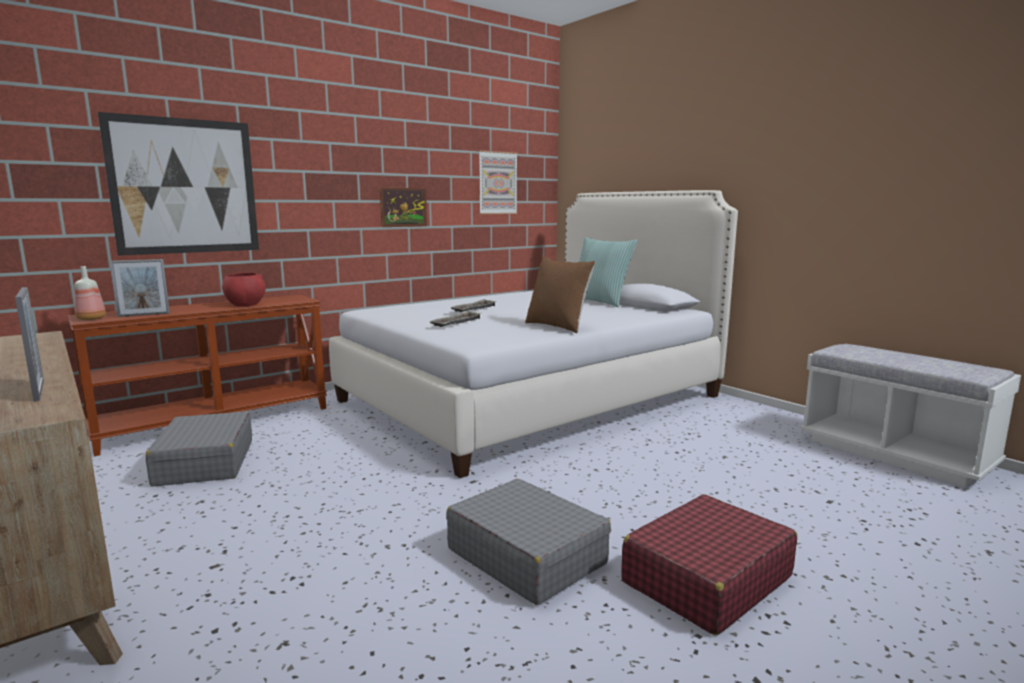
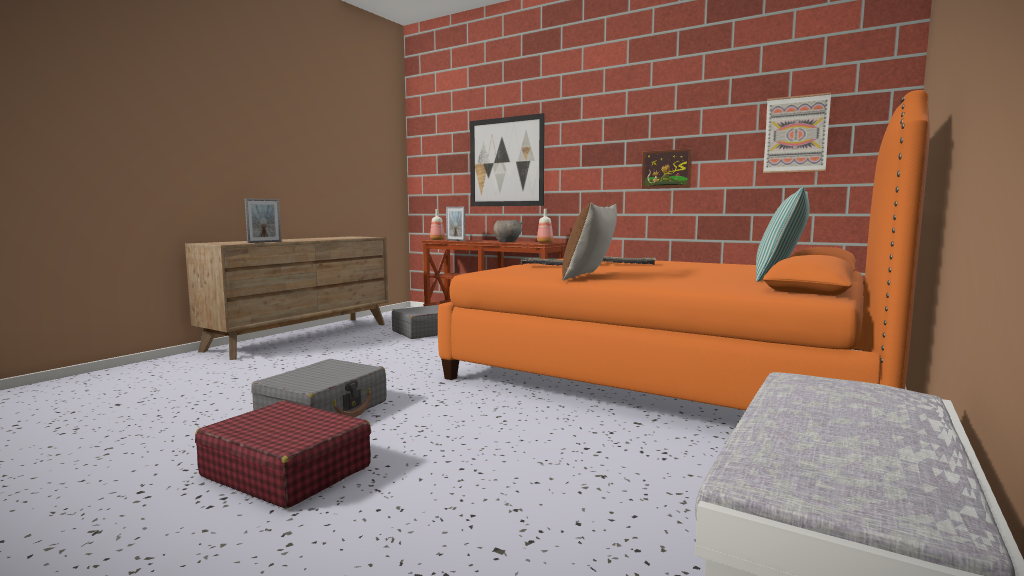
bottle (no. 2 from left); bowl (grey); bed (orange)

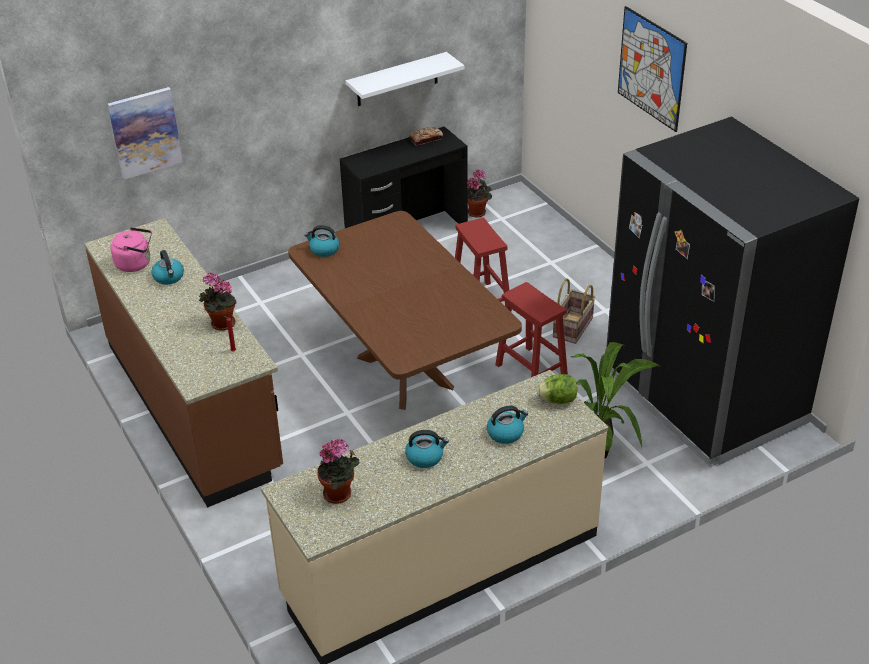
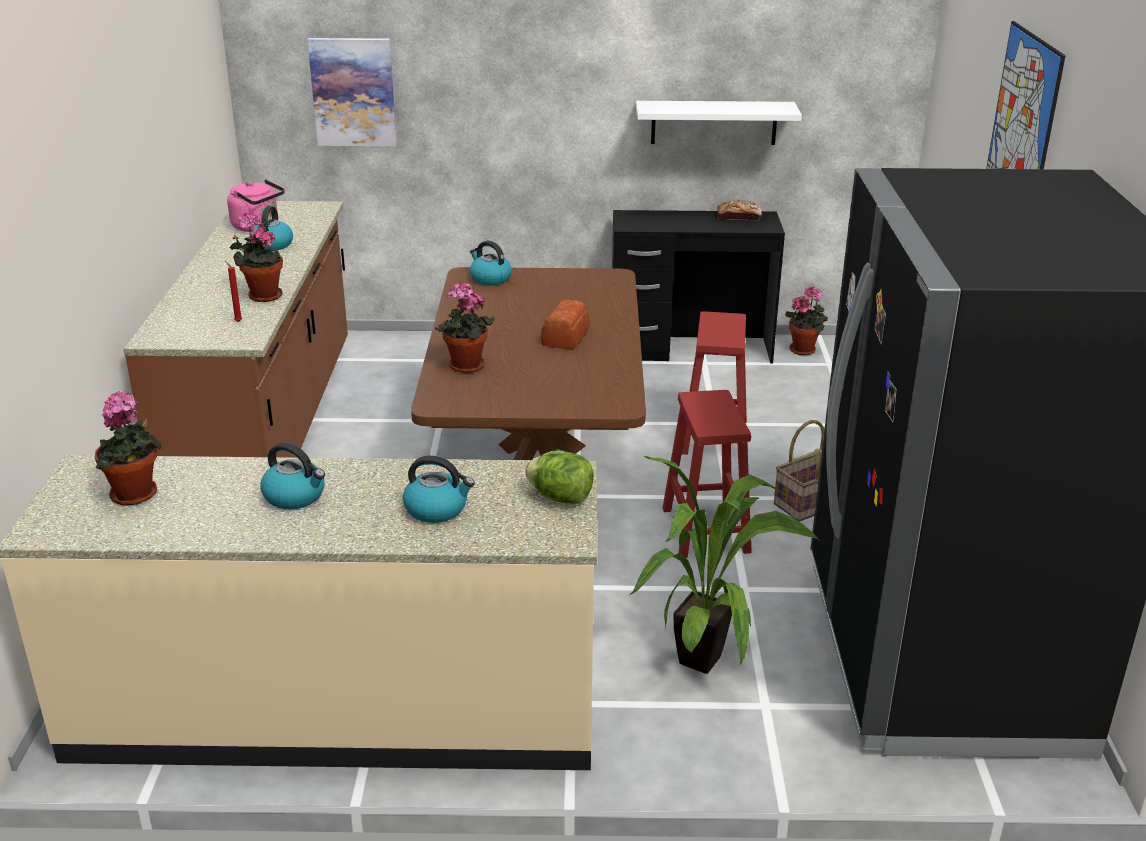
potted plant (no. 3 from left); bread (no. 1 from left)

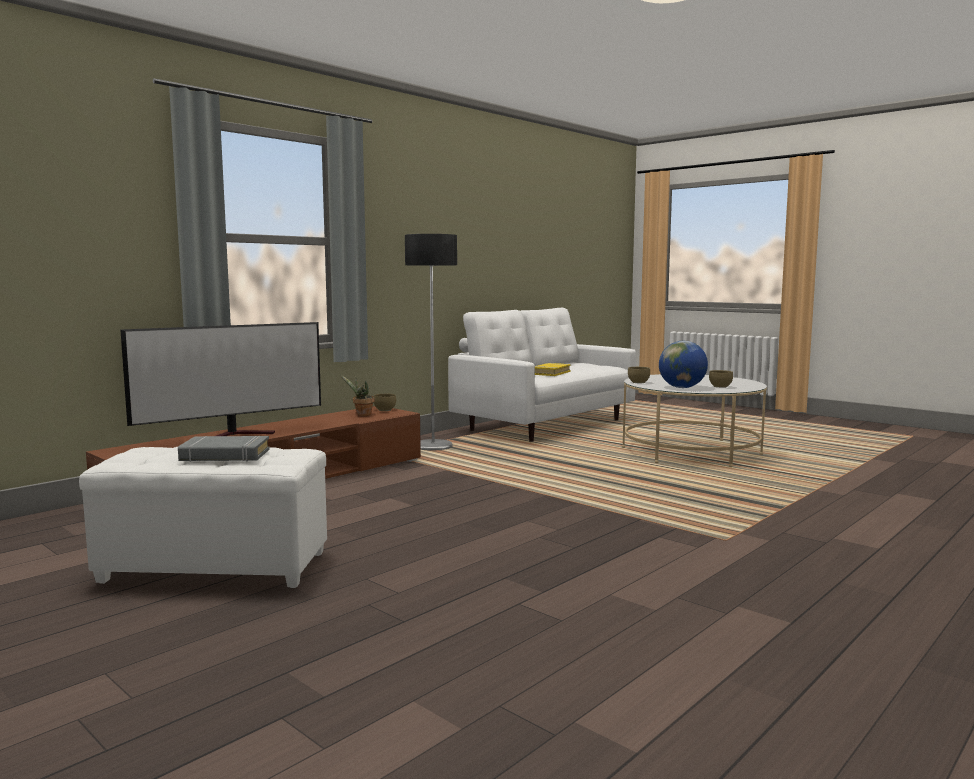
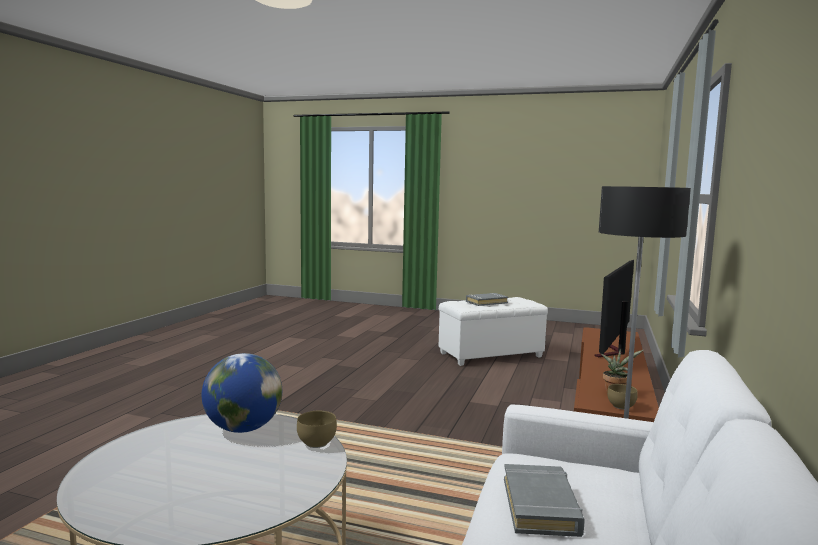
bowl (brown) (no. 3 from left in the first image); book (grey) (no. 2 from left)

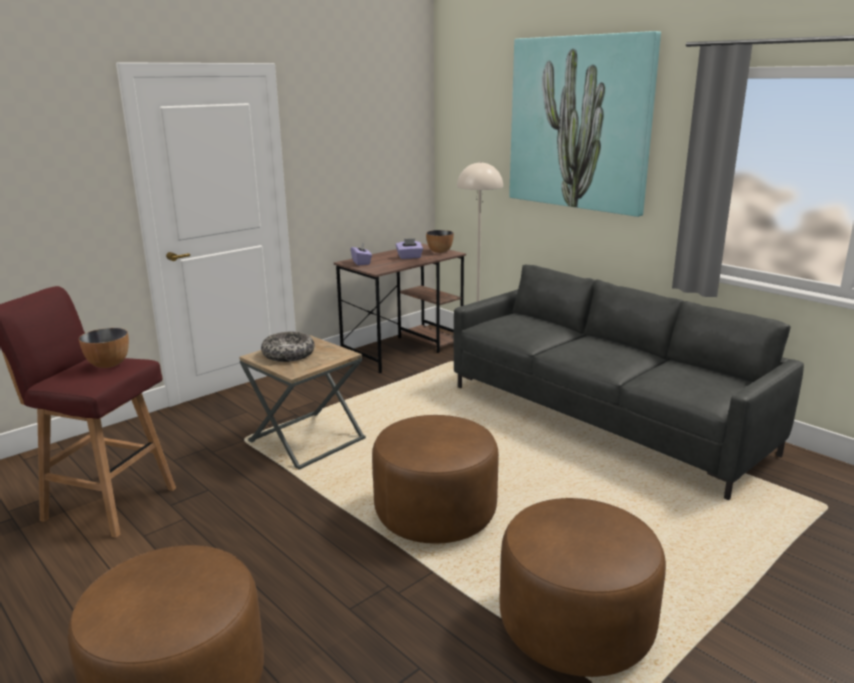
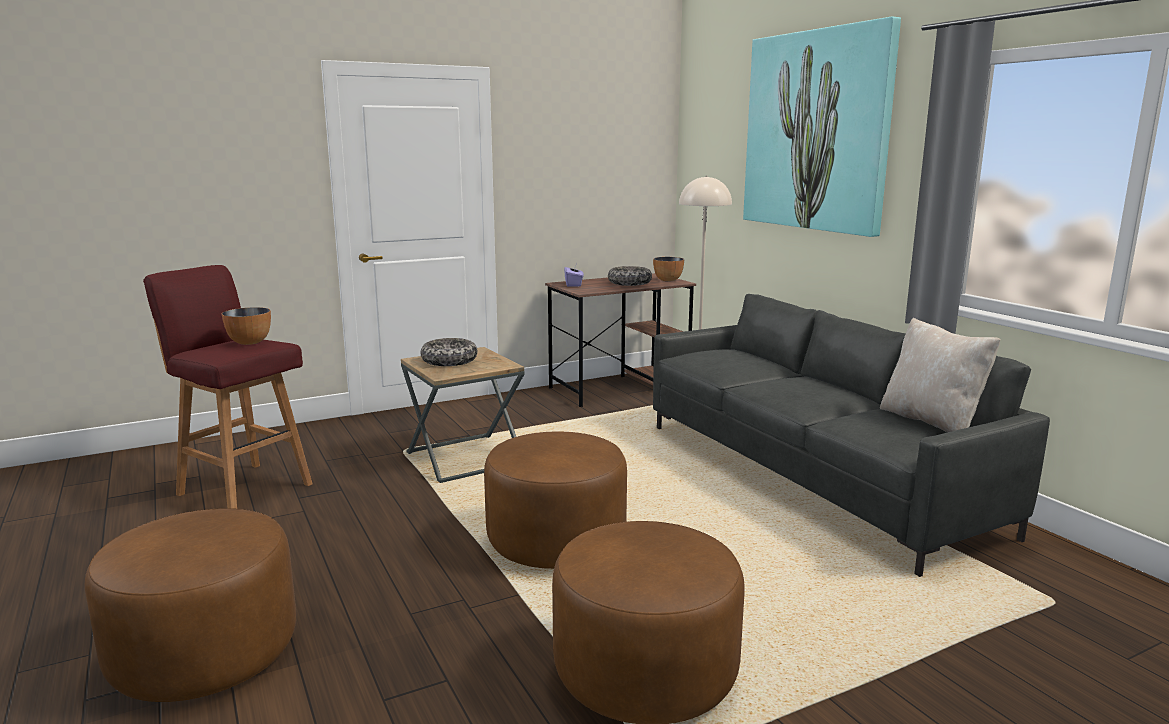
pillow (beige); bowl (no. 3 from left)

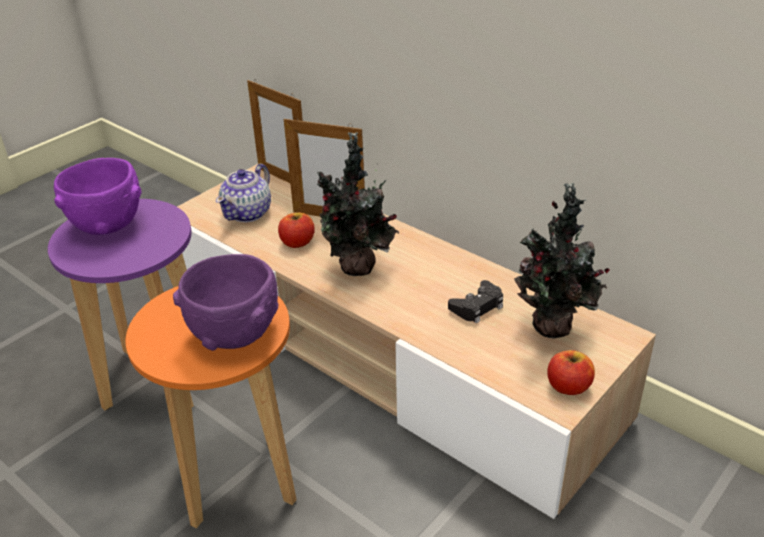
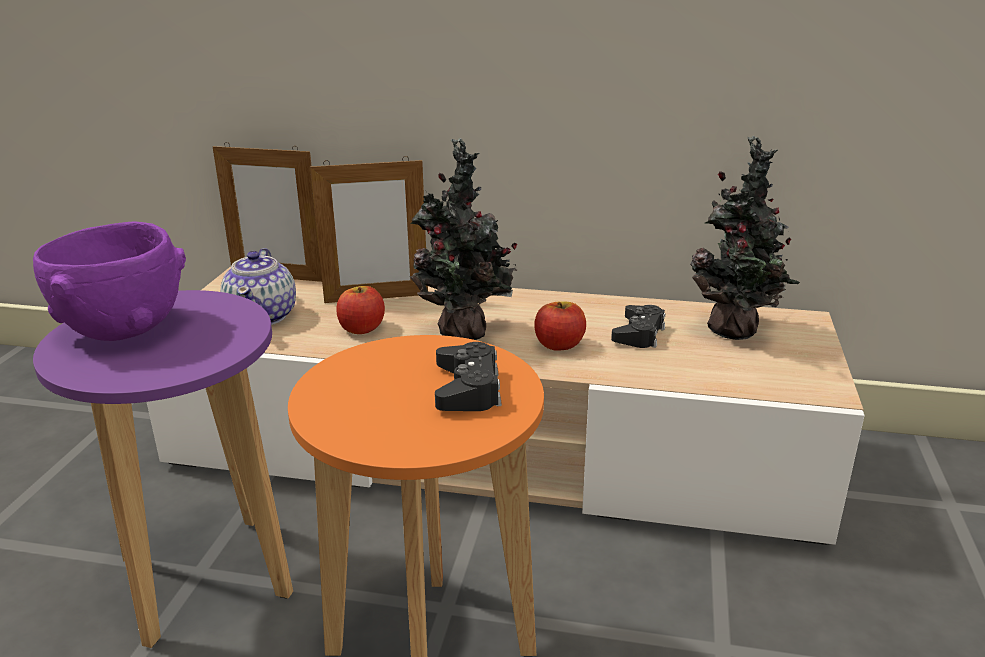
apple (no. 2 from left); game controller (black) (no. 1 from left)

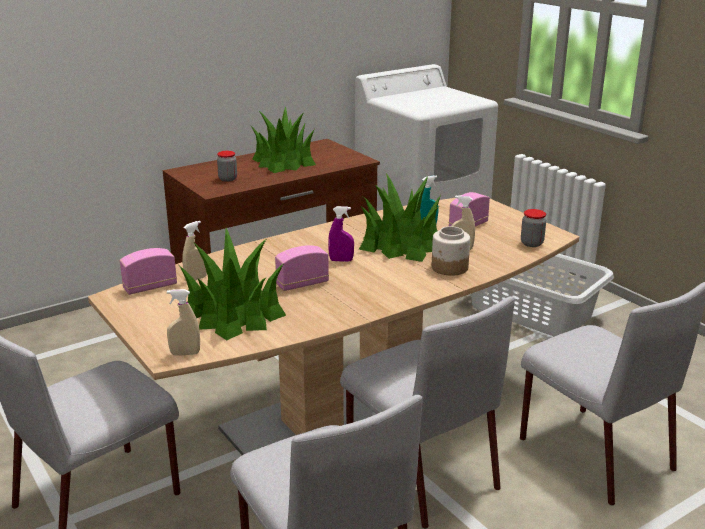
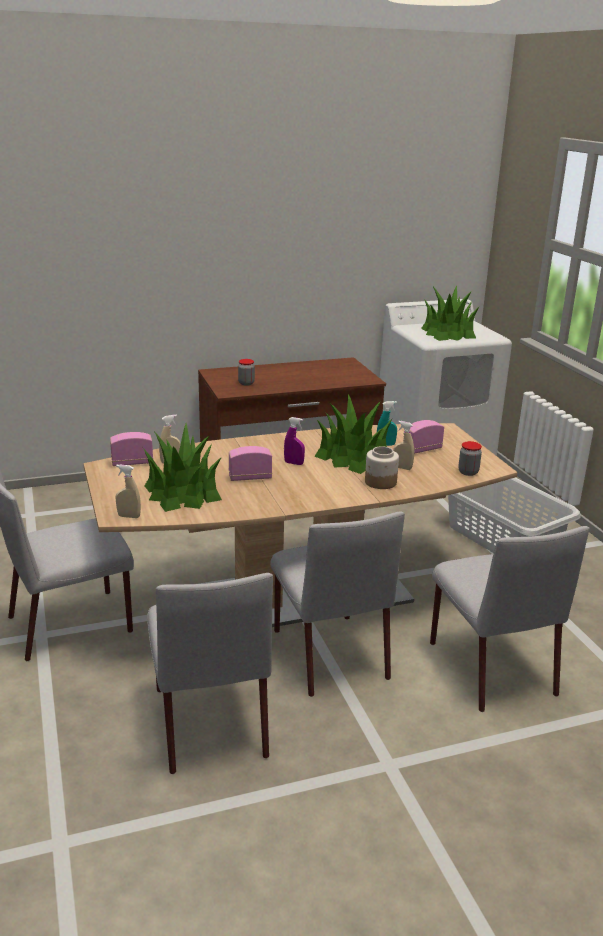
potted plant (no. 3 from left)

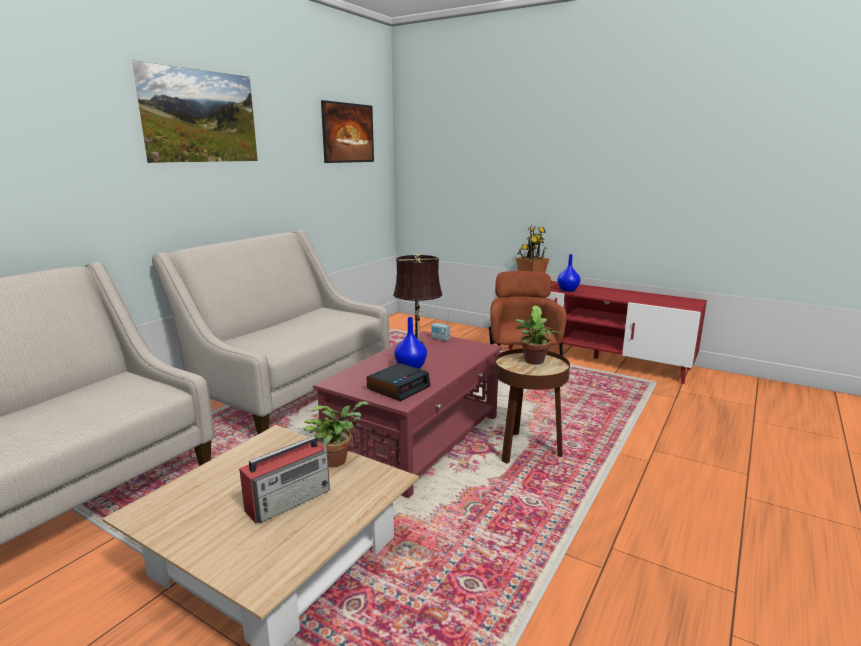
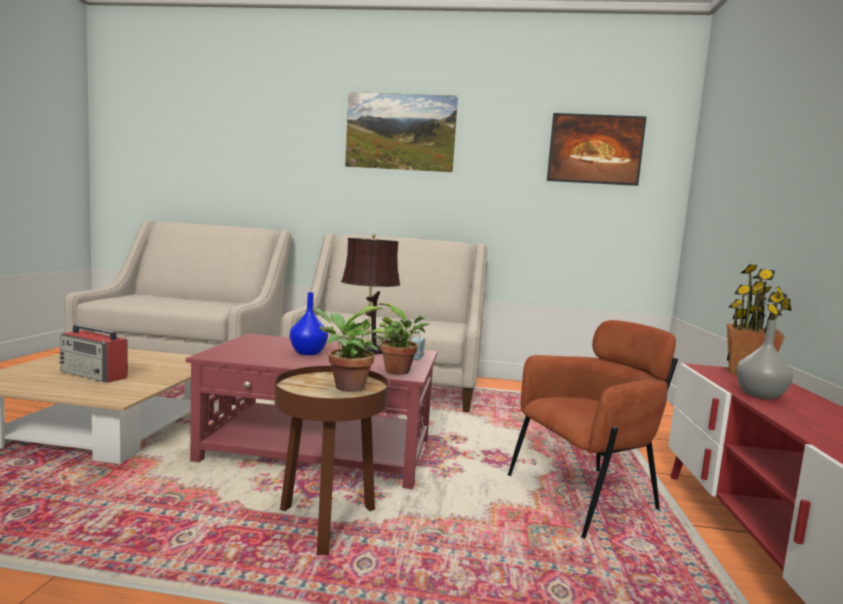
alarm clock; potted plant (no. 2 from left); vase (grey)

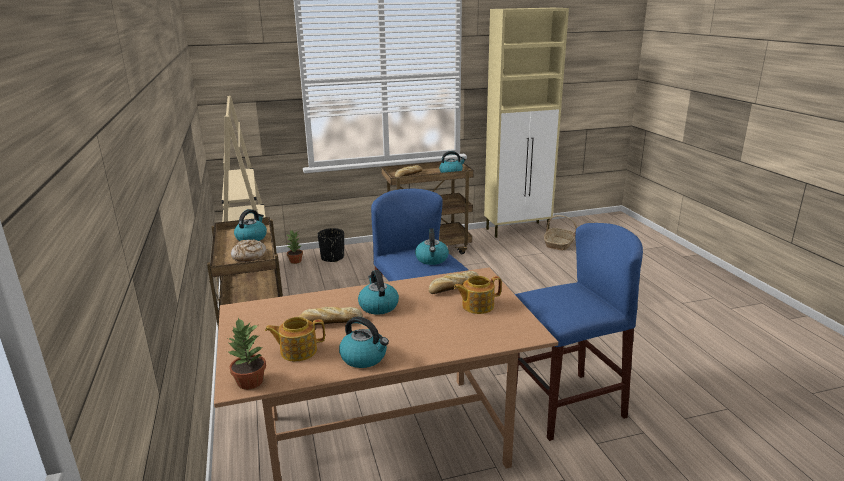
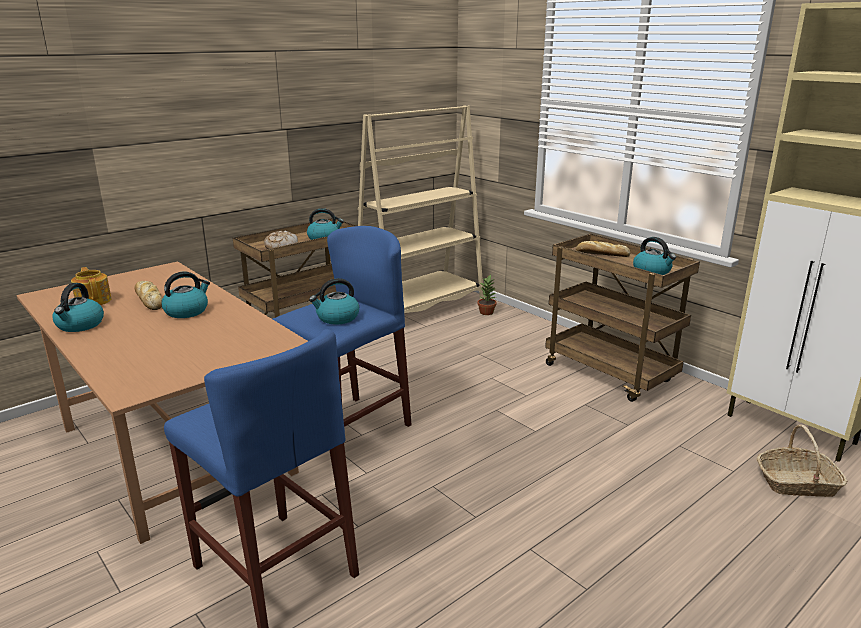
potted plant (no. 1 from left in the first image); planter (black); bread (no. 4 from left in the first image); teapot (no. 2 from left in the first image)

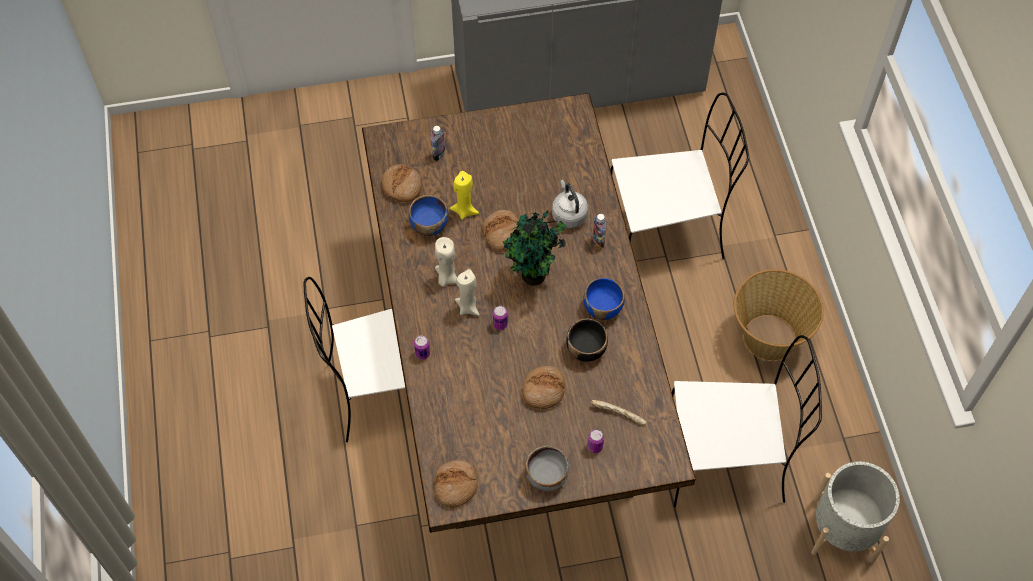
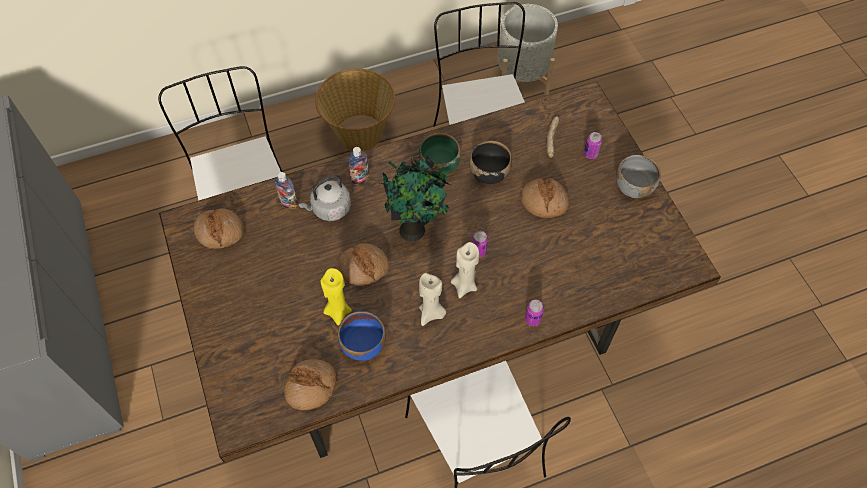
bottle (no. 1 from left); bread (no. 1 from left); bowl (green)

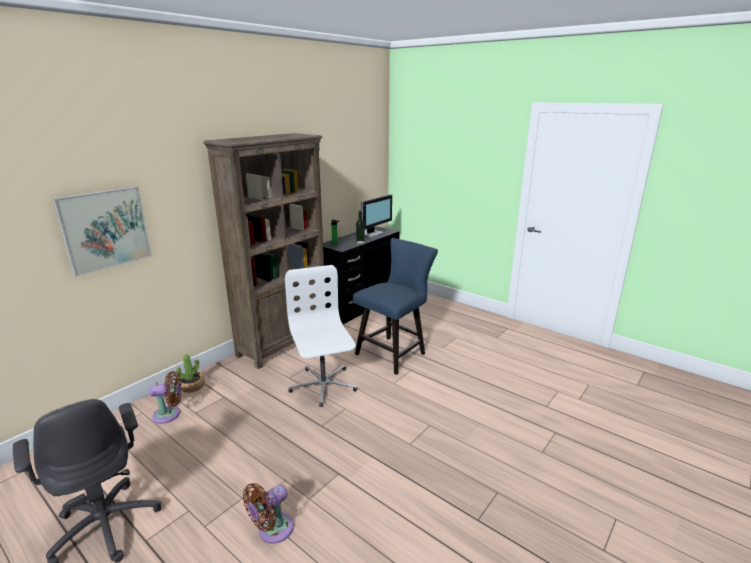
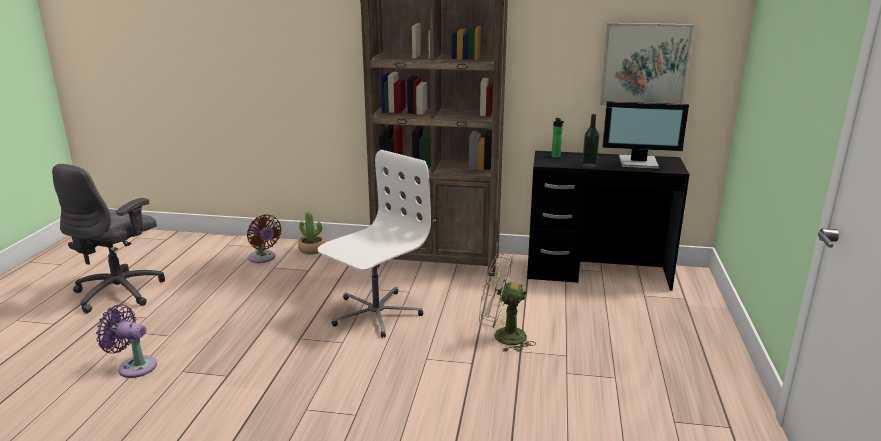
picture; fan (green); fan (purple)

